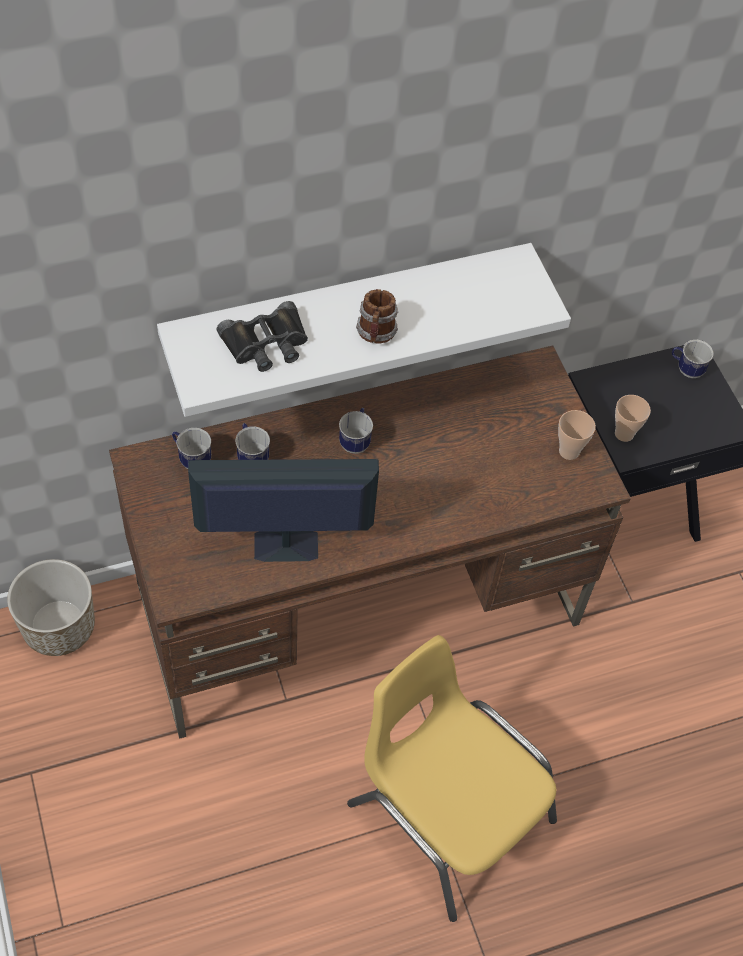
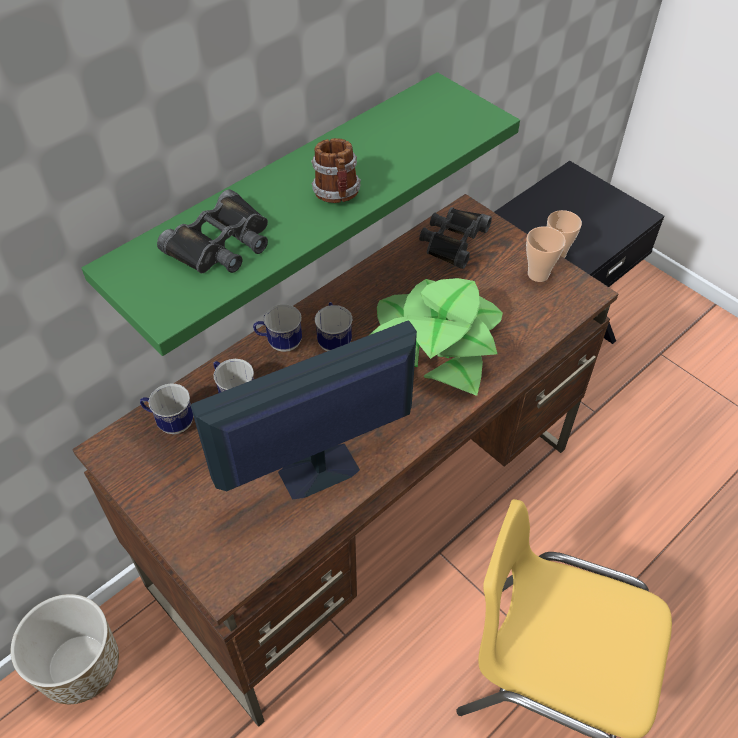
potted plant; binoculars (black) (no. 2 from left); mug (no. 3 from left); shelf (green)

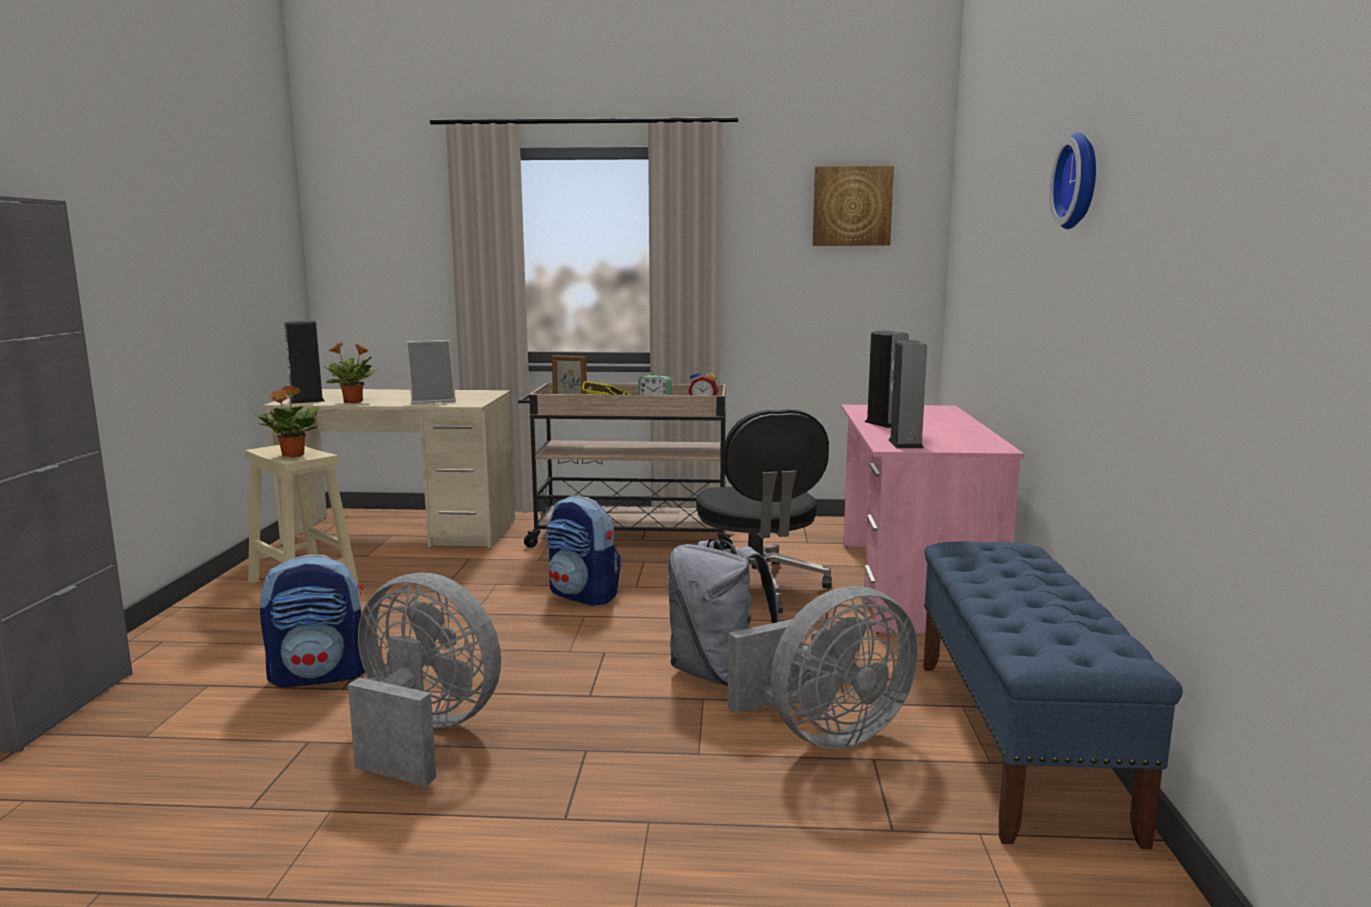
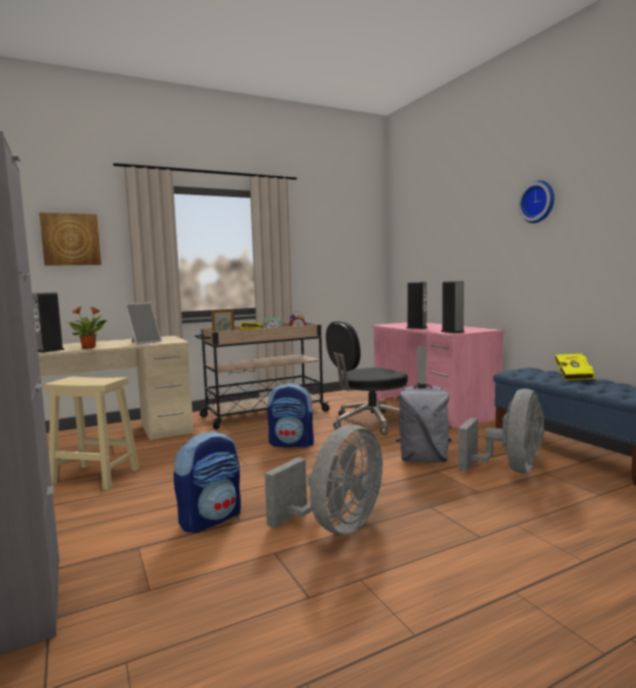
potted plant (no. 1 from left in the first image); book (yellow) (no. 2 from left); picture; fan (grey) (no. 1 from left); office chair (black)

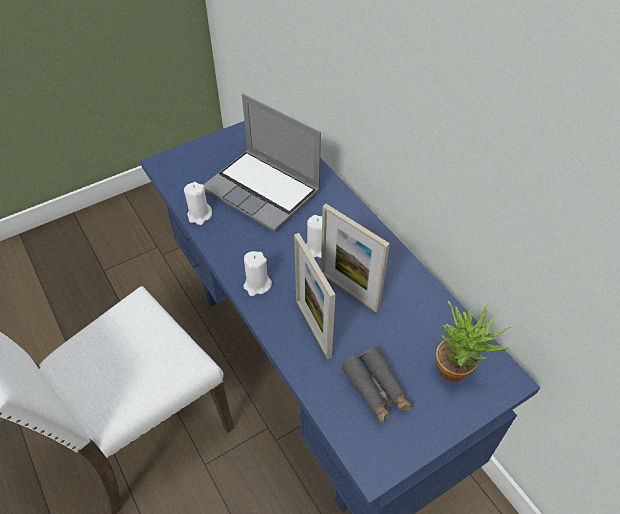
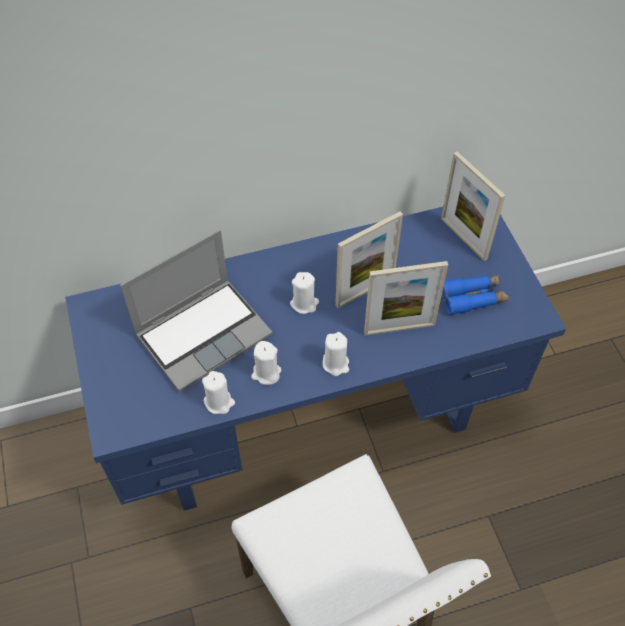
candle (white) (no. 2 from left); picture frame (no. 3 from left); binoculars (blue)

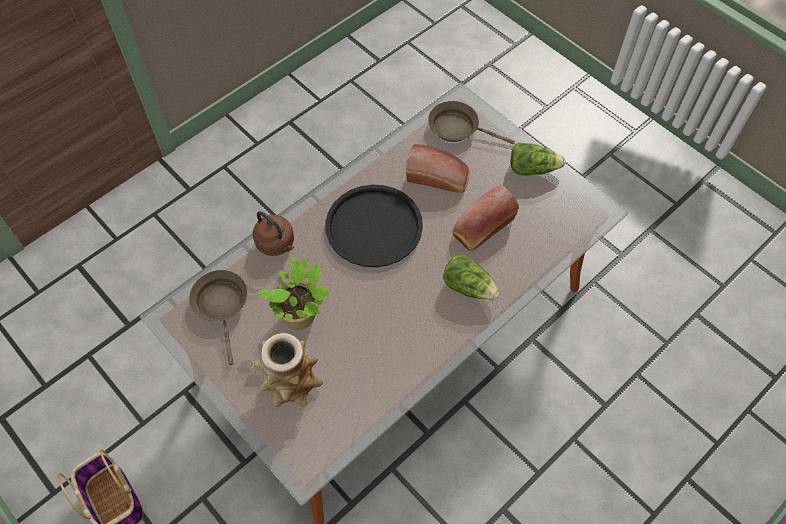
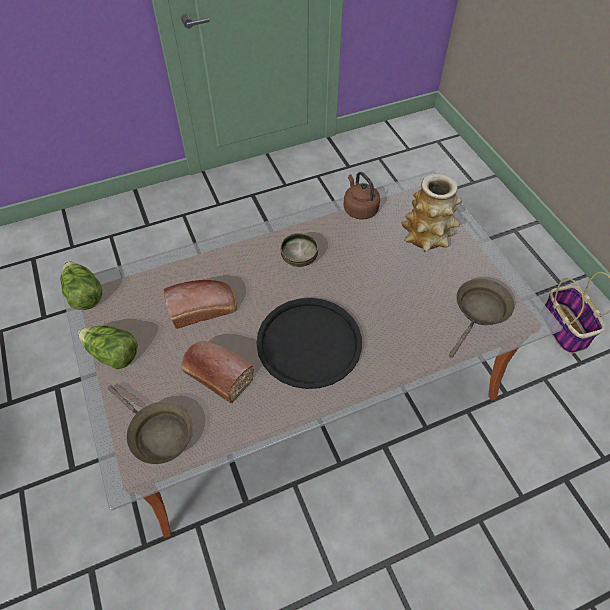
potted plant; bowl; kettle (brown); lettuce (no. 1 from left); frying pan (brown) (no. 2 from left)

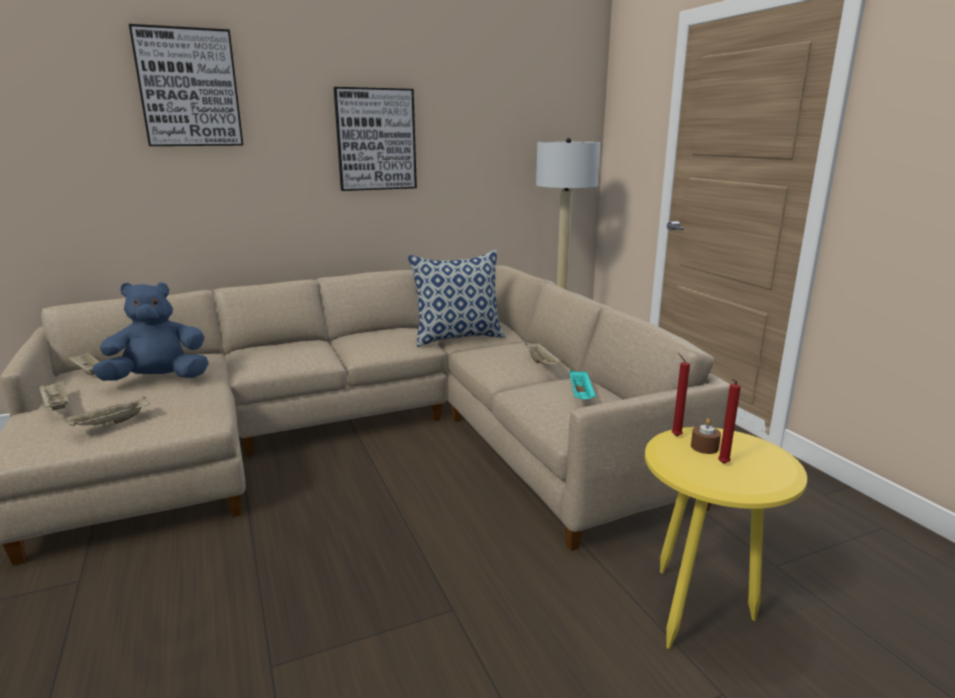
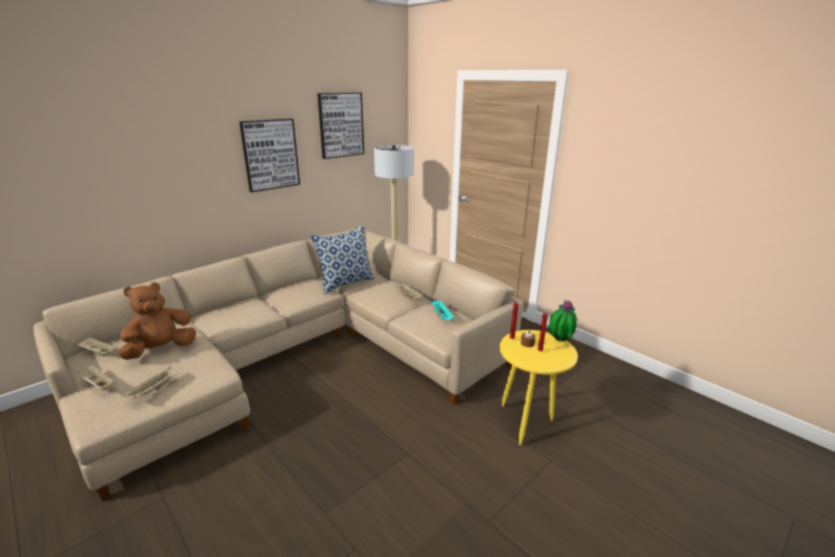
potted plant; picture (no. 2 from left); plush toy (brown)

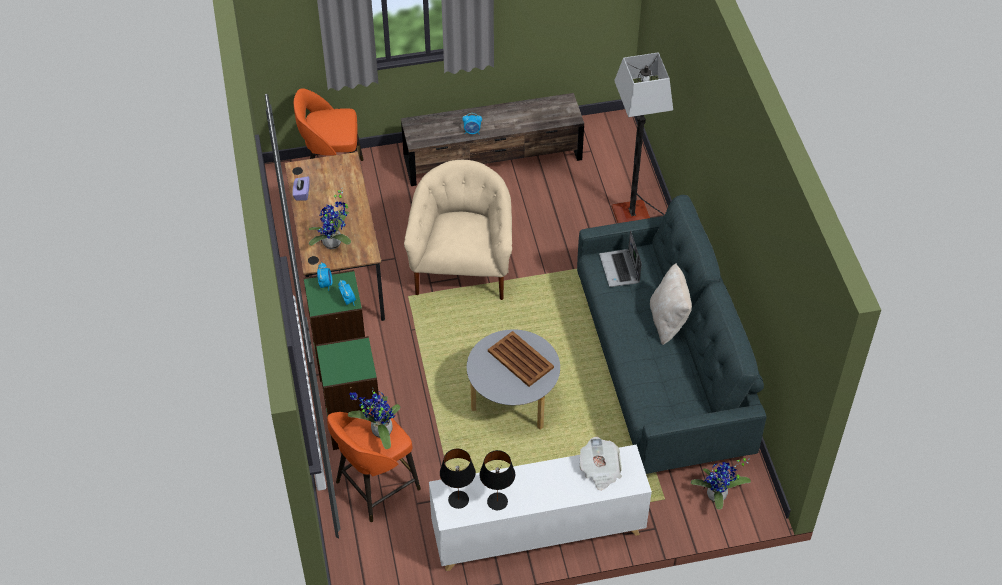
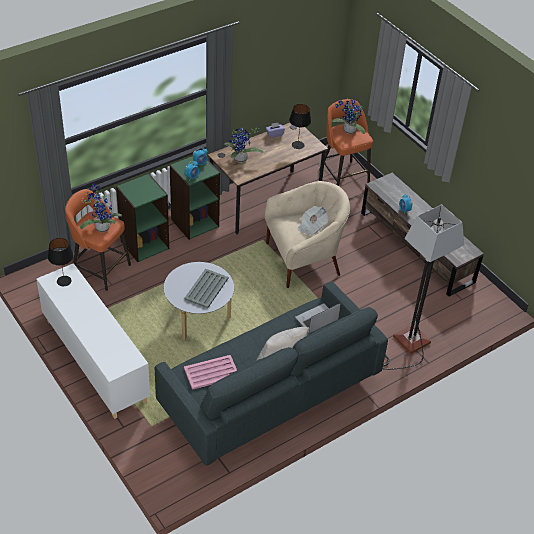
tray (pink); table lamp (black) (no. 2 from left); newspaper; potted plant (no. 3 from left); tray (grey)

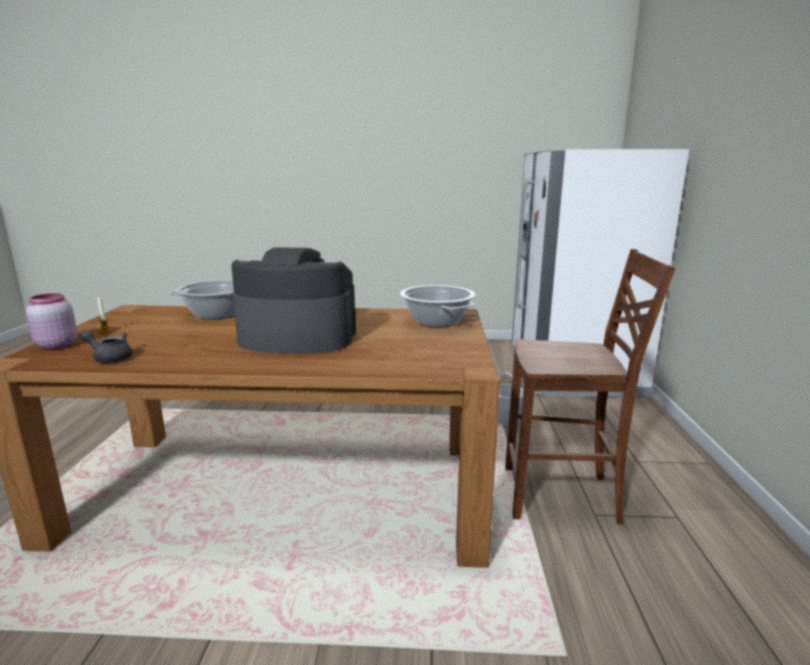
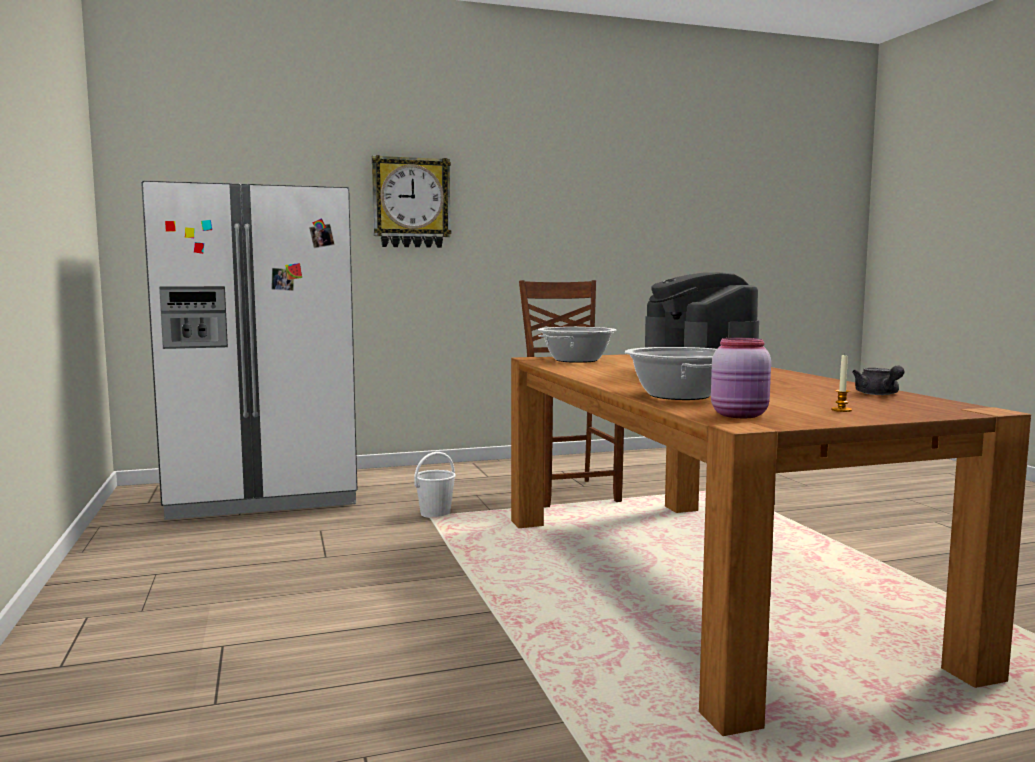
wall clock; jar (pink)

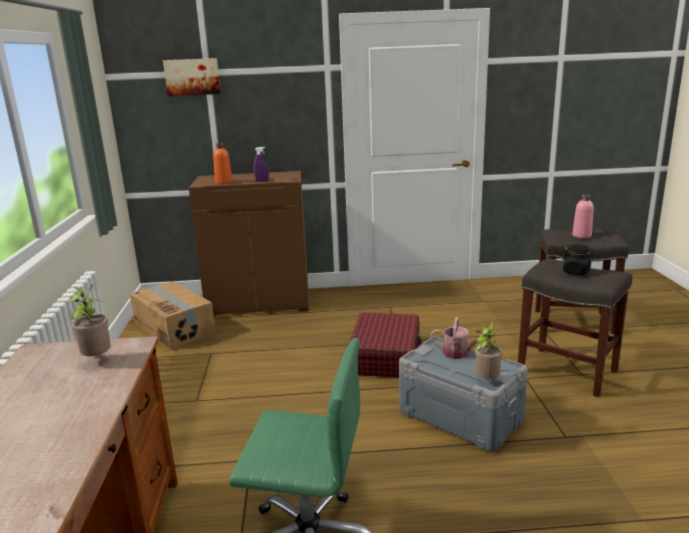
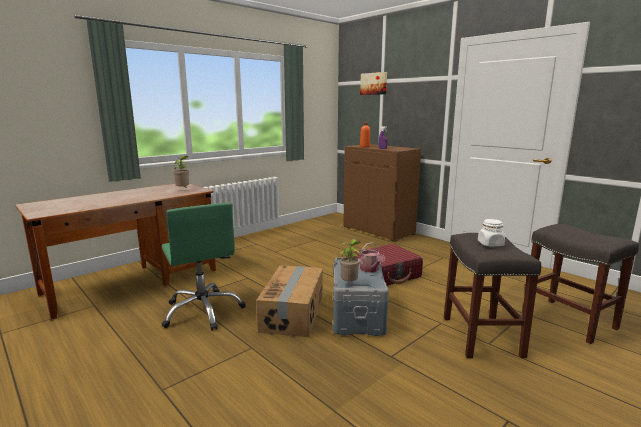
bottle (pink); cardboard box; jar (white)

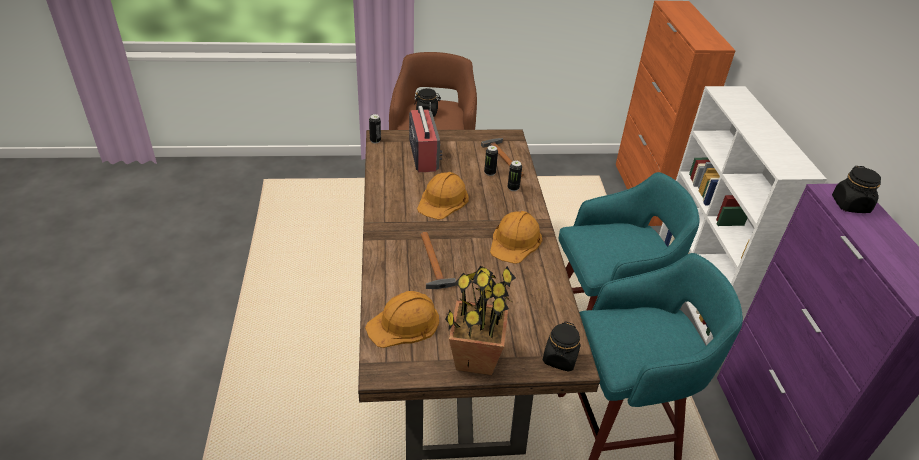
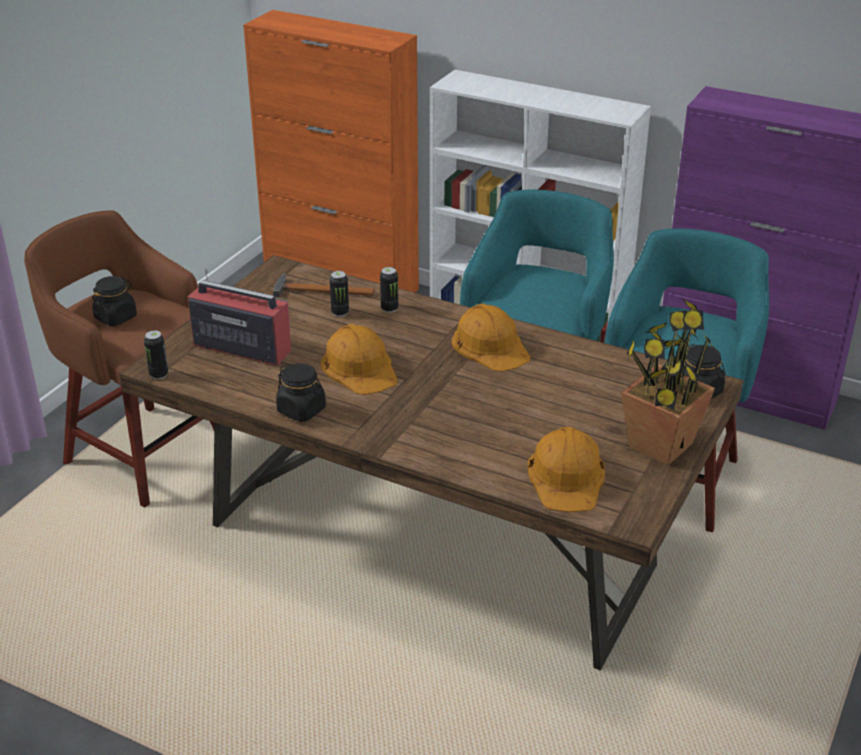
hammer (no. 1 from left in the first image); jar (black) (no. 2 from left)

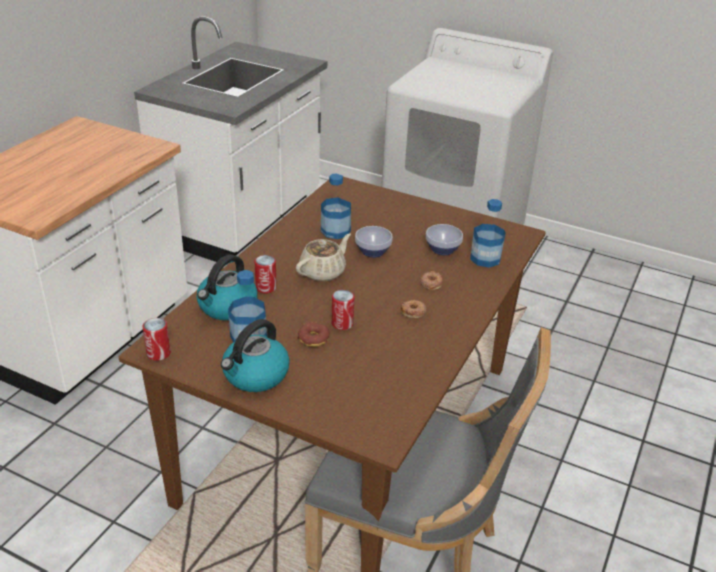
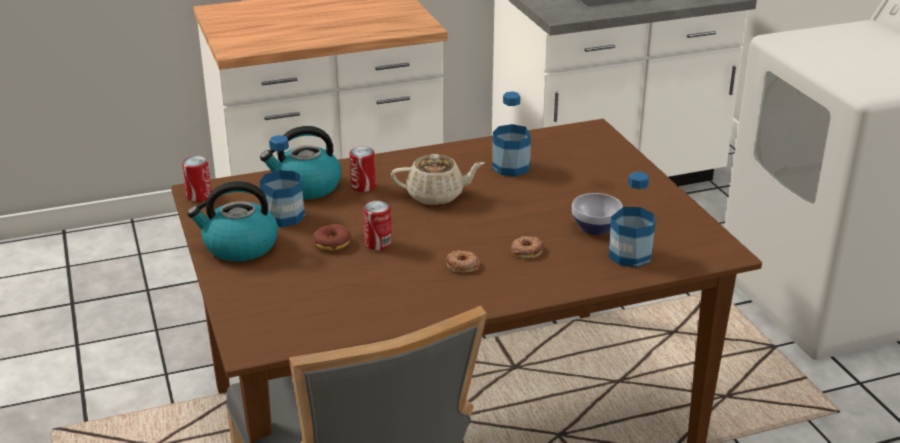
bowl (no. 1 from left in the first image)

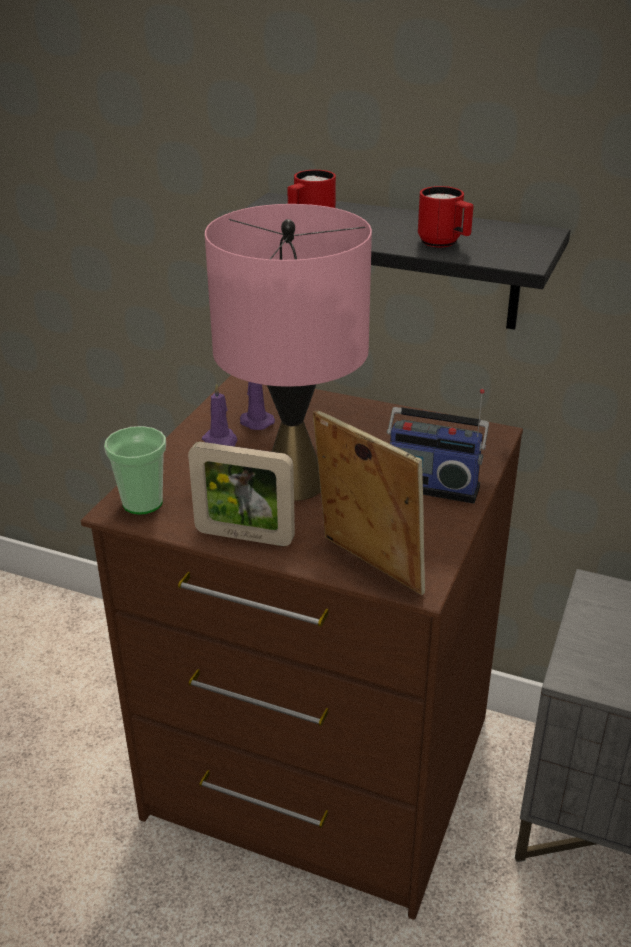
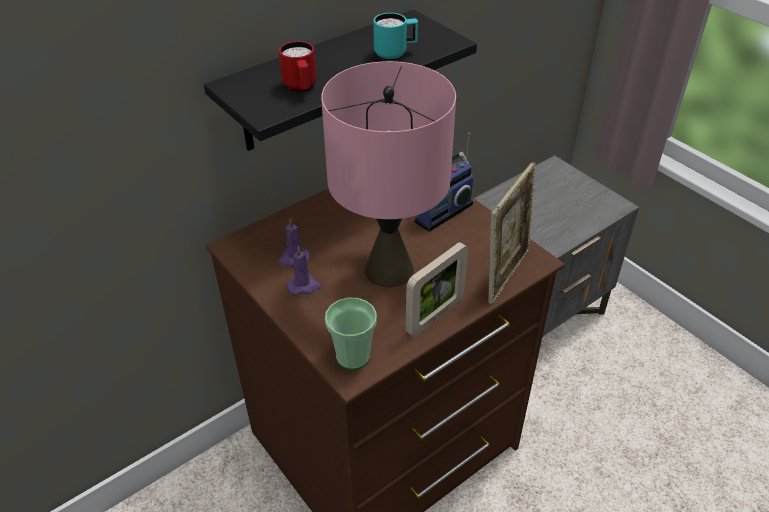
mug (turquoise); picture frame (no. 2 from left)

